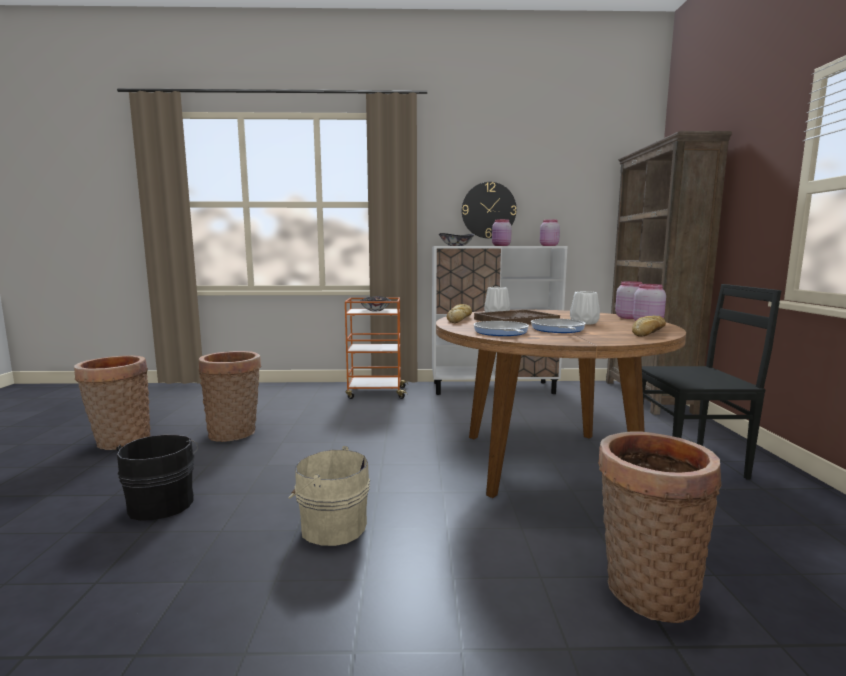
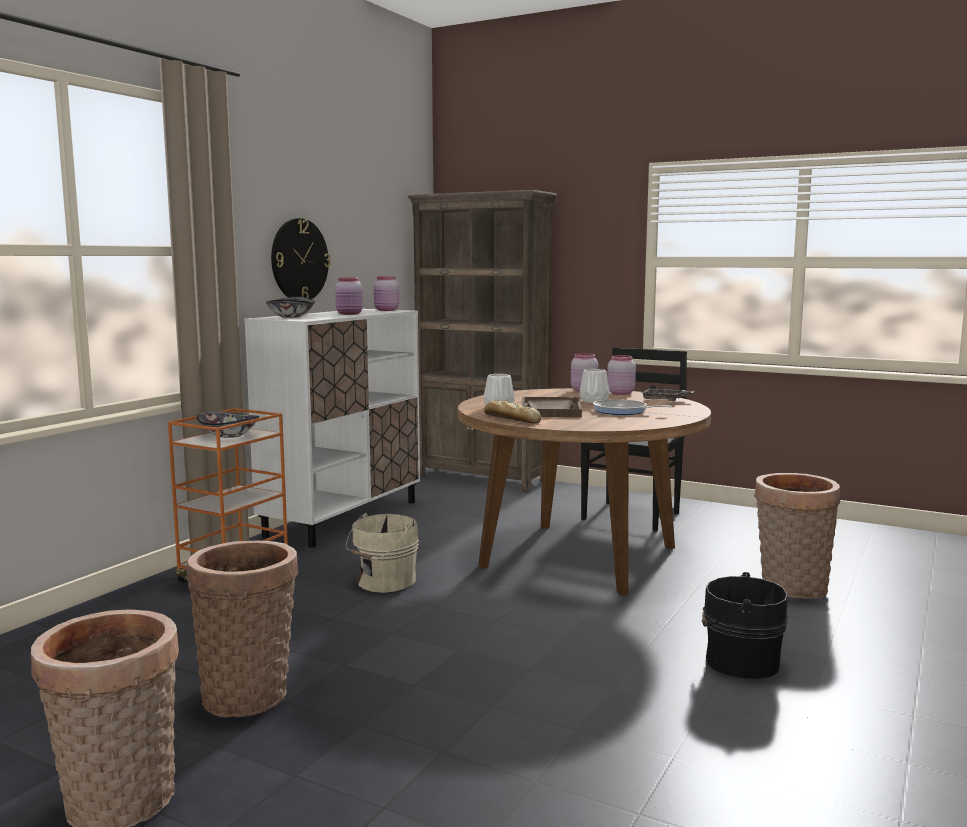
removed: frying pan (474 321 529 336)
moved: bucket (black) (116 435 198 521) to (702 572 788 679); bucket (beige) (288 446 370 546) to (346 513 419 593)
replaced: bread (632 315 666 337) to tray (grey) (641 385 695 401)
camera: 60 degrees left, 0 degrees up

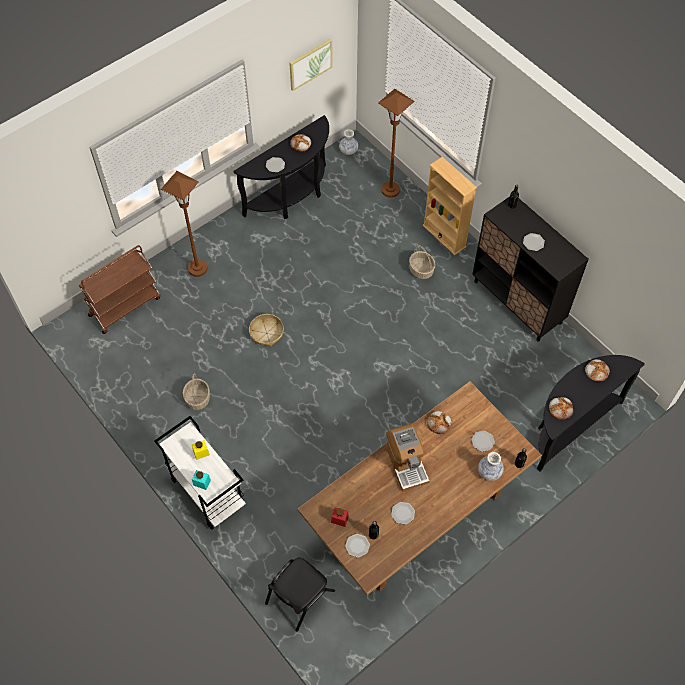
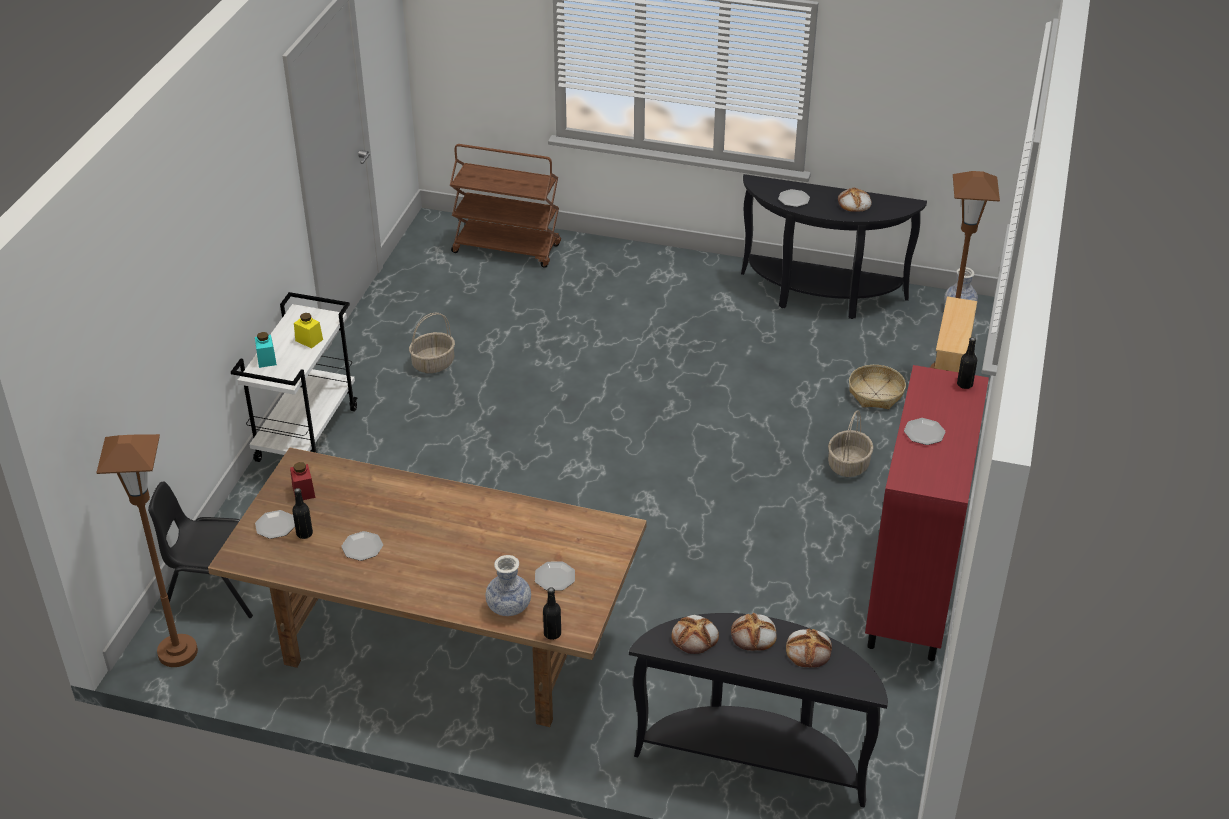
removed: picture (289 38 333 91); coffee machine (386 423 430 491)
moved: floor lamp (brown) (161 171 207 277) to (96 434 198 667); basket (249 314 284 346) to (849 365 906 409); bread (427 411 452 434) to (731 613 776 651)
recoloured: cabinet (black) (472 197 589 342) to cabinet (red) (865 365 989 661)
camera: 55 degrees right, 20 degrees down

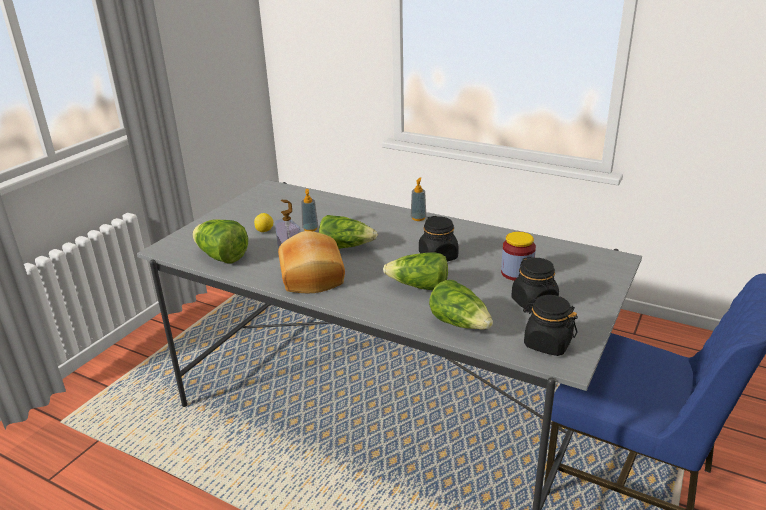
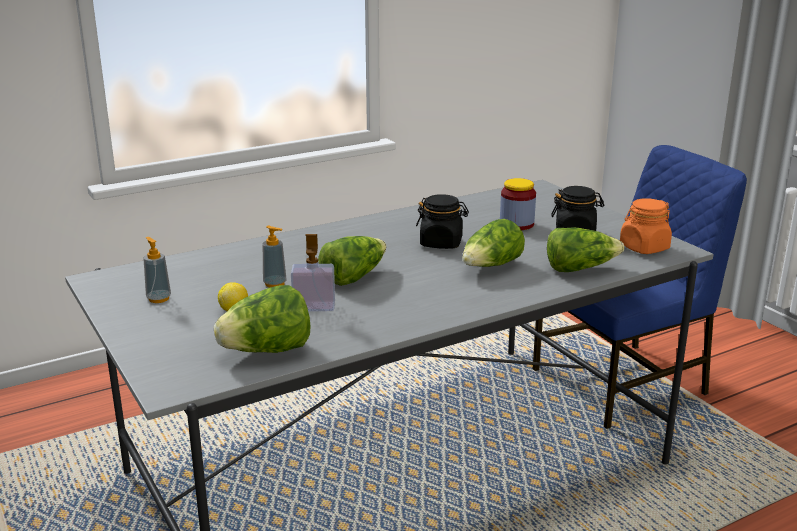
removed: bread (278 231 345 293)
moved: soap dispenser (411 177 426 221) to (143 237 171 303)
recoloured: jar (black) (523 295 578 356) to jar (orange) (620 198 672 254)
camera: 60 degrees left, 5 degrees down

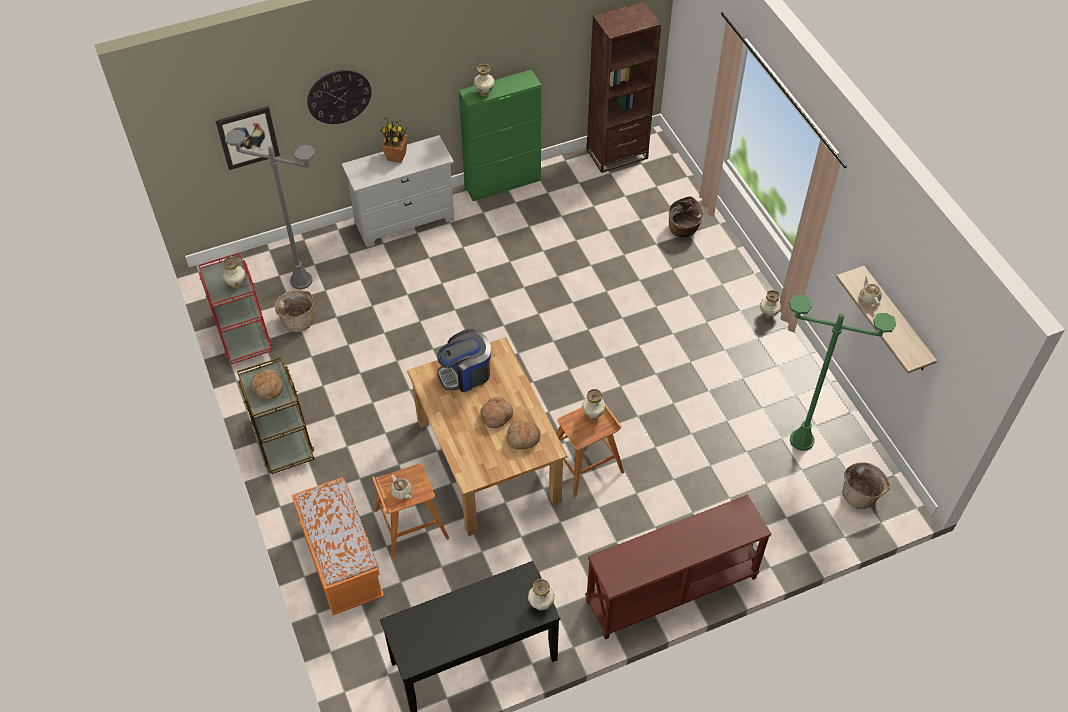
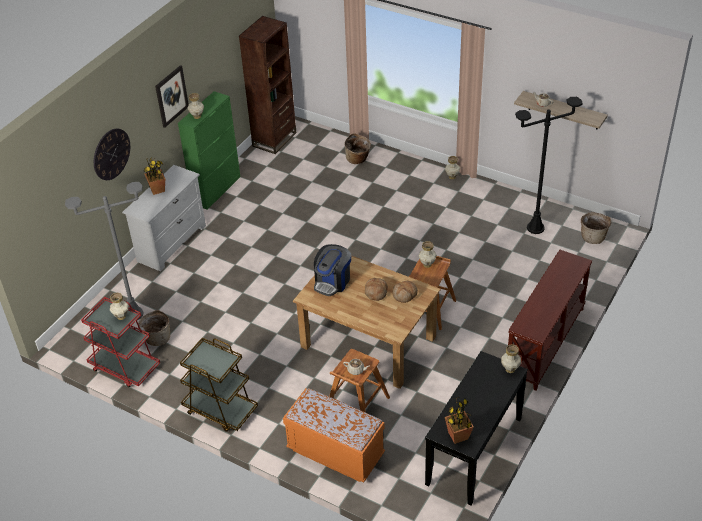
removed: bread (251 369 283 400)
added: potted plant (445 397 474 444)
moved: picture (215 106 280 170) to (155 65 189 128)
recoloured: floor lamp (green) (789 295 896 451) to floor lamp (black) (515 97 583 234)
camera: 35 degrees left, 10 degrees down

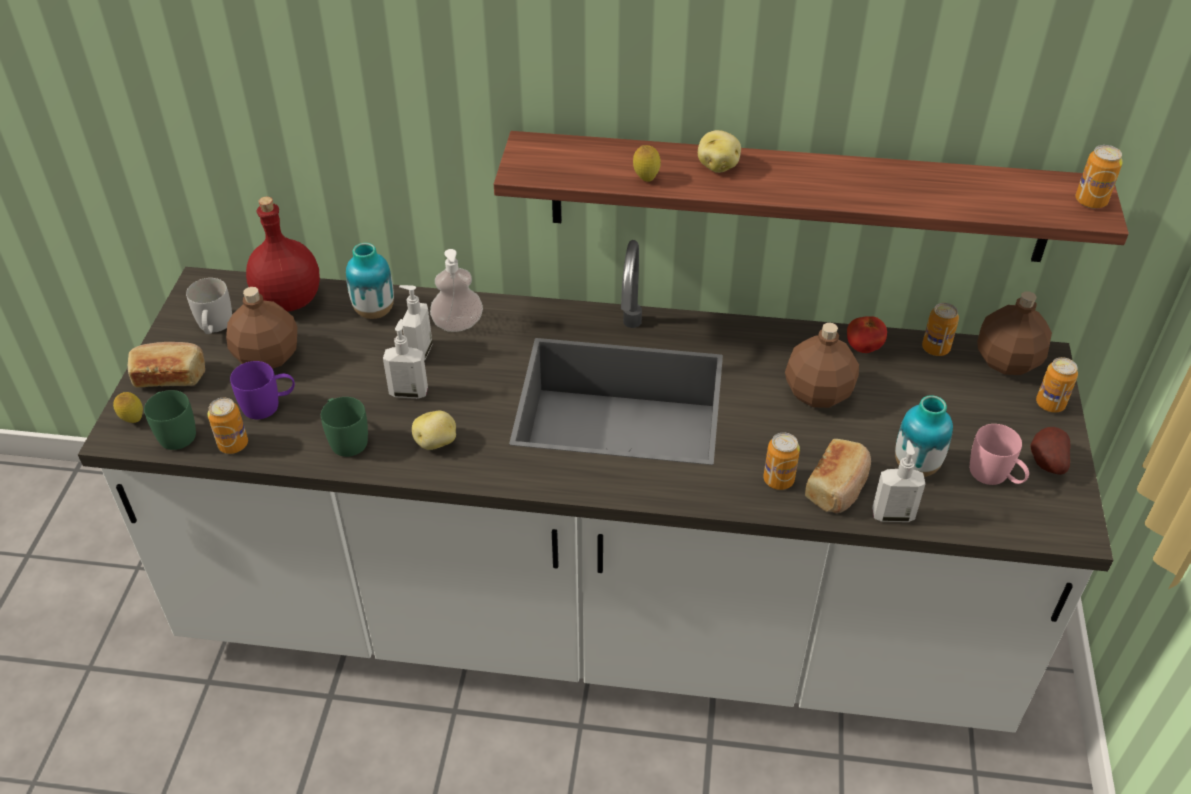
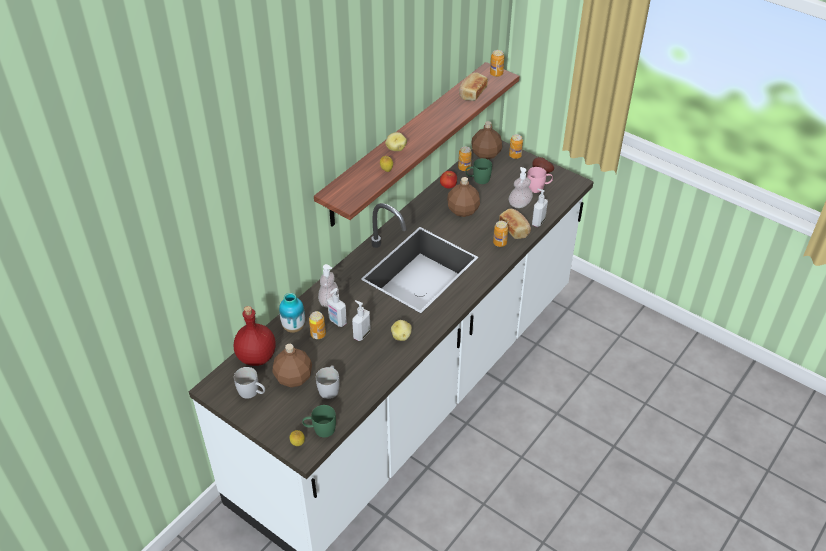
moved: bread (128 342 205 387) to (459 72 488 101); mug (green) (321 397 368 457) to (466 158 492 184); can (208 398 248 454) to (309 311 326 339)
replaced: vase (895 395 953 477) to soap dispenser (508 167 533 208)
recoloured: mug (purple) (230 361 295 419) to mug (white) (316 365 340 399)
camera: 60 degrees left, 0 degrees up

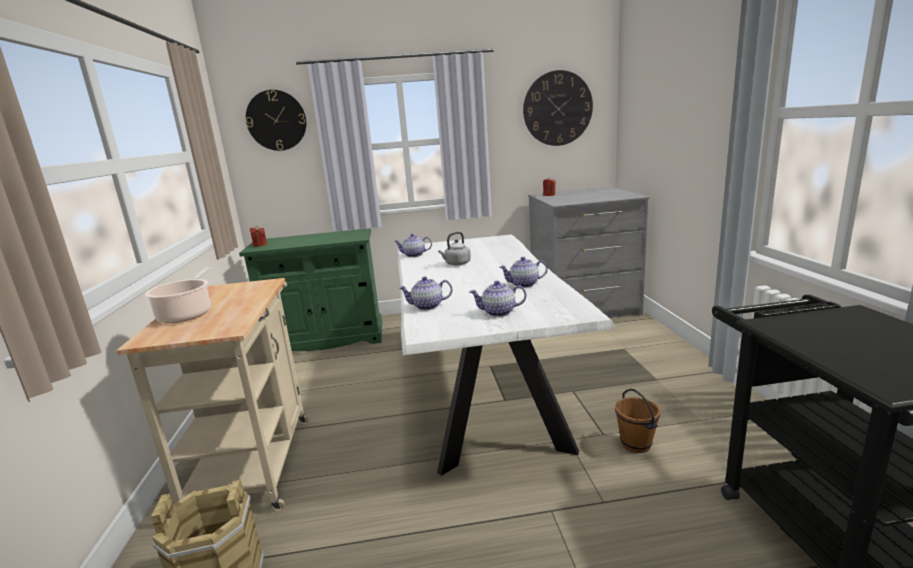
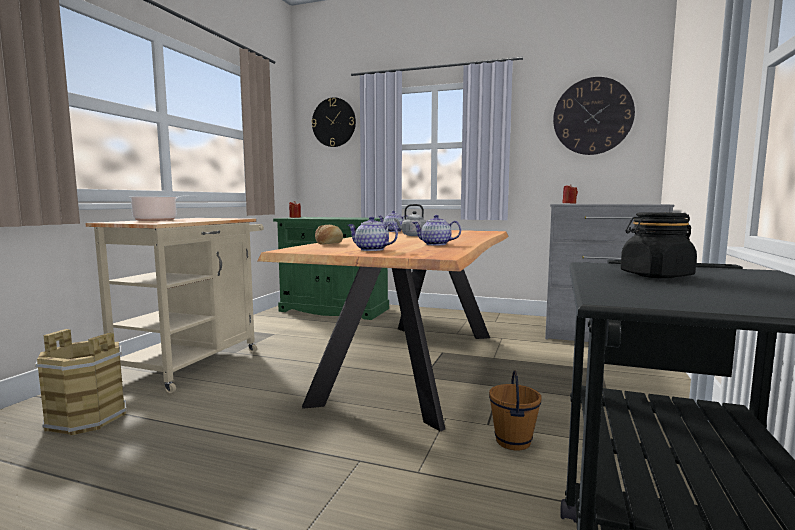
added: jar (black) (621 212 697 278)
replaced: teapot (399 276 452 310) to bread (315 225 343 245)
recoloured: dining table (white) (397 234 616 476) to dining table (brown) (257 230 509 432)
camera: 25 degrees right, 10 degrees down

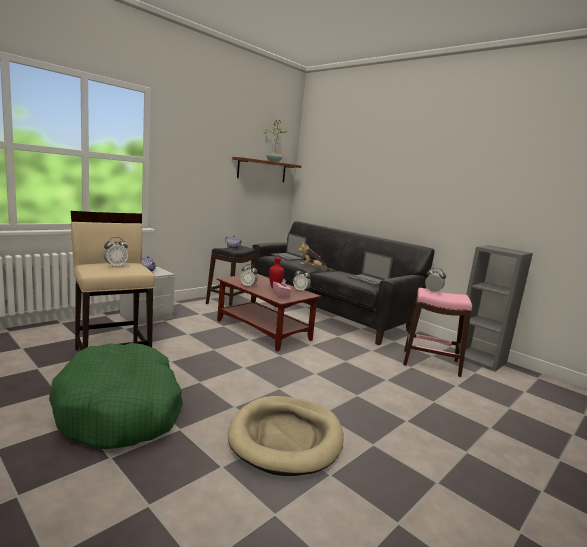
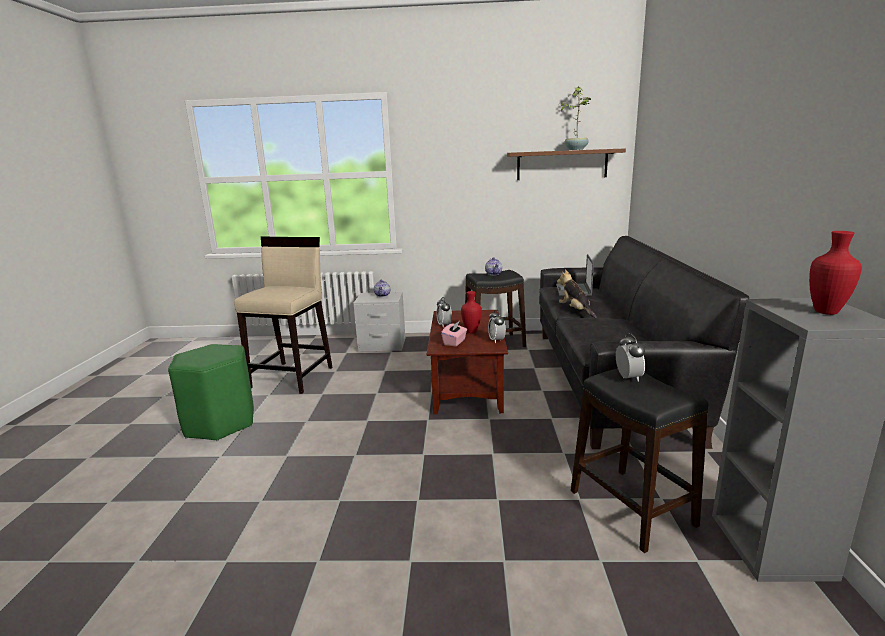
removed: alarm clock (103 237 128 268); laptop (347 251 393 286); dog bed (beige) (228 396 344 476)
added: vase (red) (809 231 862 315)
replaced: dog bed (green) (49 343 183 449) to stool (green) (168 344 254 441)
recoloured: stool (pink) (403 288 472 377) to stool (black) (571 369 709 553)
camera: 50 degrees right, 5 degrees up

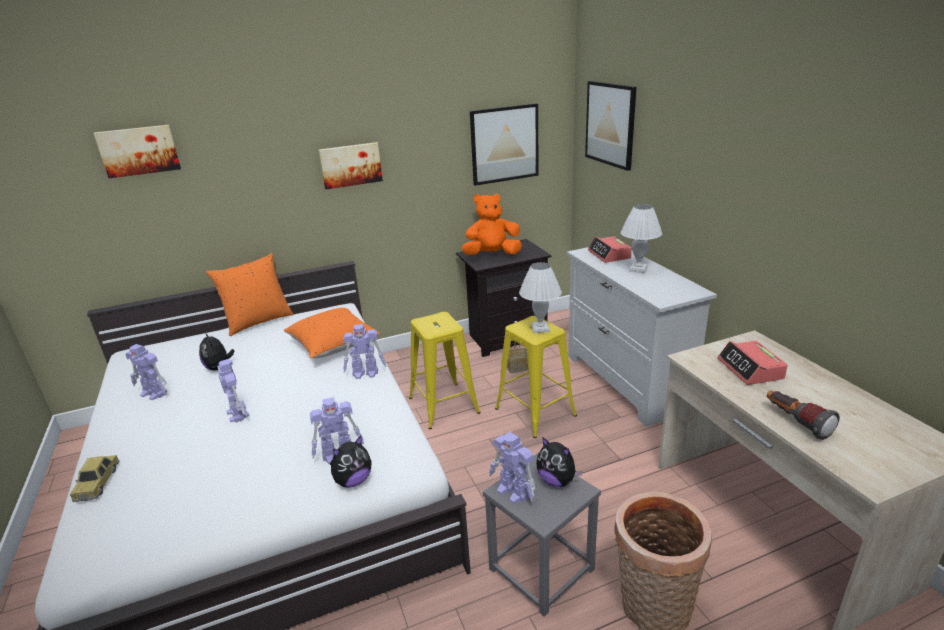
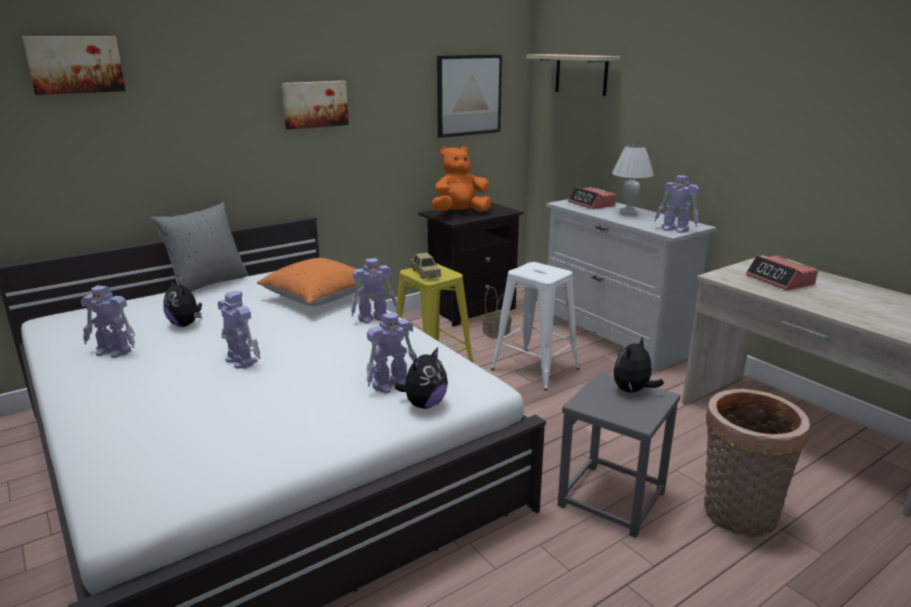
removed: table lamp (white) (519 262 562 333); flashlight (767 391 840 440)
moved: toy robot (489 432 535 504) to (654 175 699 233); toy car (70 455 119 502) to (410 253 441 279)
replaced: picture (585 81 636 171) to shelf (beige) (526 54 620 96)
recoloured: pillow (orange) (206 253 293 336) to pillow (grey) (151 202 249 292); stool (yellow) (495 316 577 438) to stool (white) (491 262 580 390)
turned: plush toy (536 437 583 487) = (614 337 664 393) 105 degrees clockwise
camera: 15 degrees left, 5 degrees down

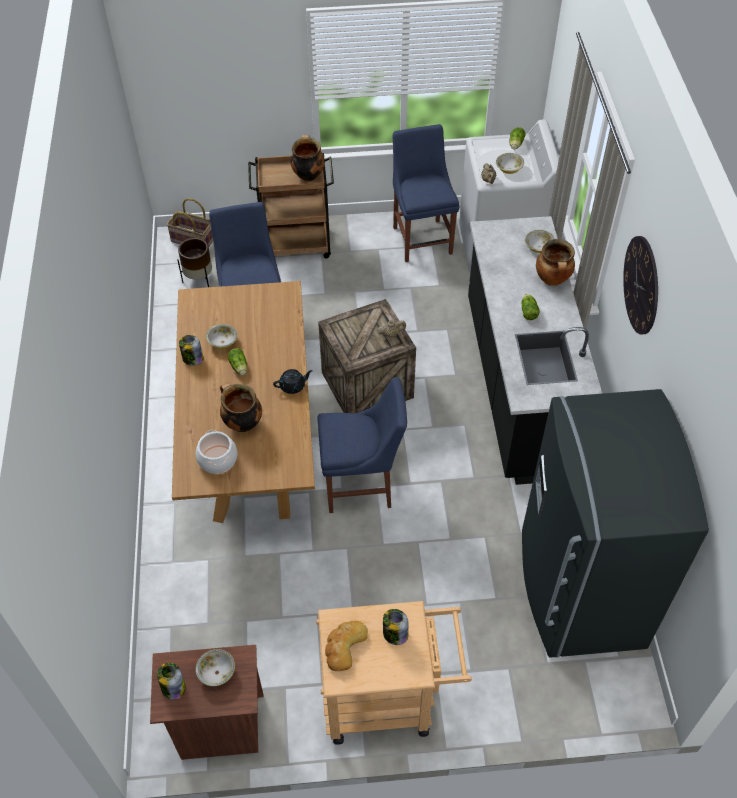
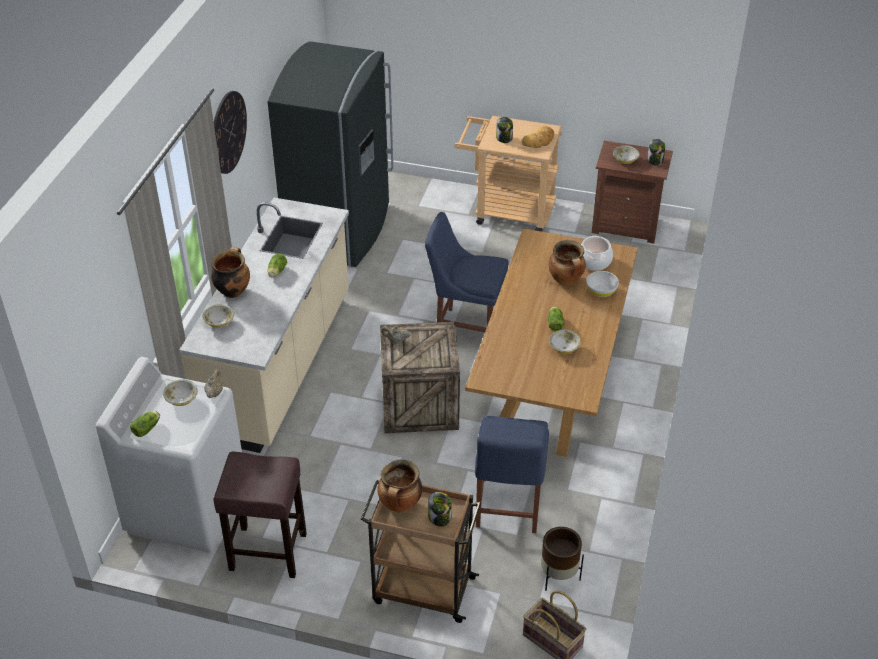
removed: teapot (black) (273 369 313 394)
added: bowl (white) (586 271 619 297)
moved: jar (179 335 203 366) to (428 492 452 526)
replaced: chair (blue) (393 124 459 262) to stool (brown) (213 452 307 578)
recoloured: counter (black) (468 216 602 485) to counter (beige) (179 197 349 453)
camera: 160 degrees left, 10 degrees down

